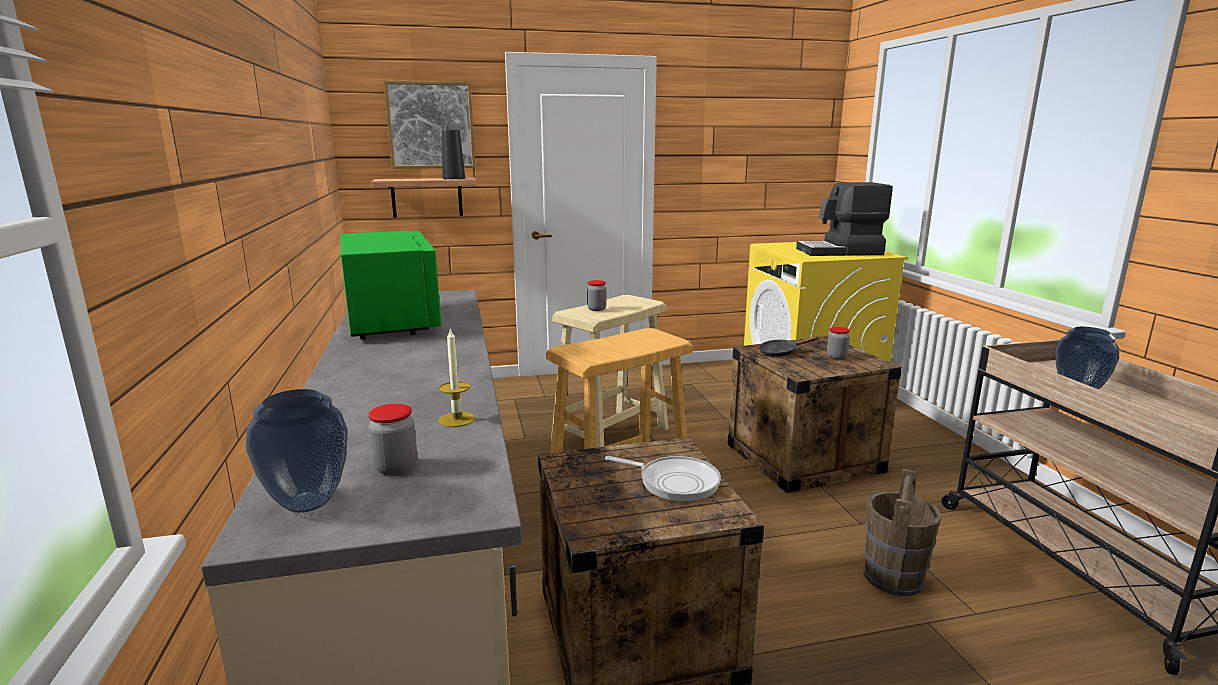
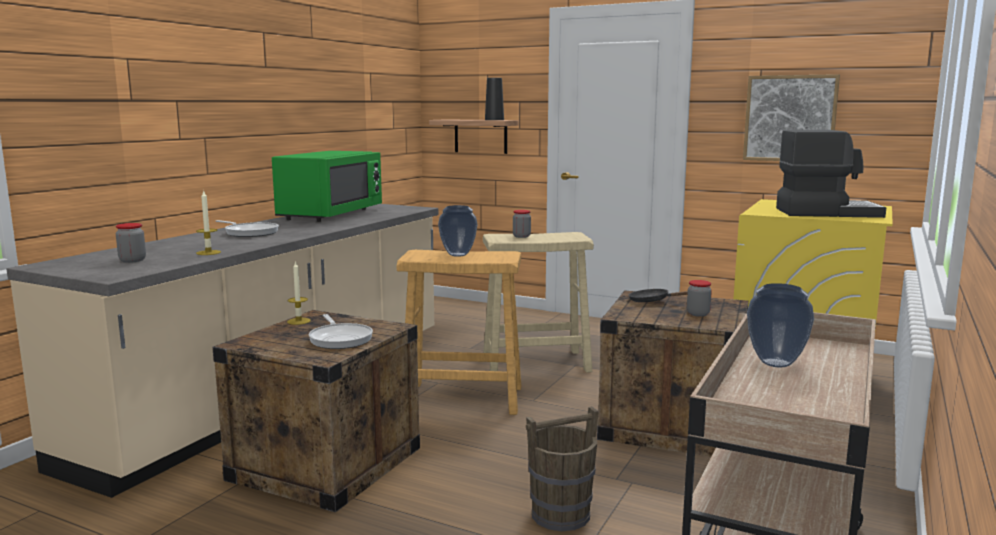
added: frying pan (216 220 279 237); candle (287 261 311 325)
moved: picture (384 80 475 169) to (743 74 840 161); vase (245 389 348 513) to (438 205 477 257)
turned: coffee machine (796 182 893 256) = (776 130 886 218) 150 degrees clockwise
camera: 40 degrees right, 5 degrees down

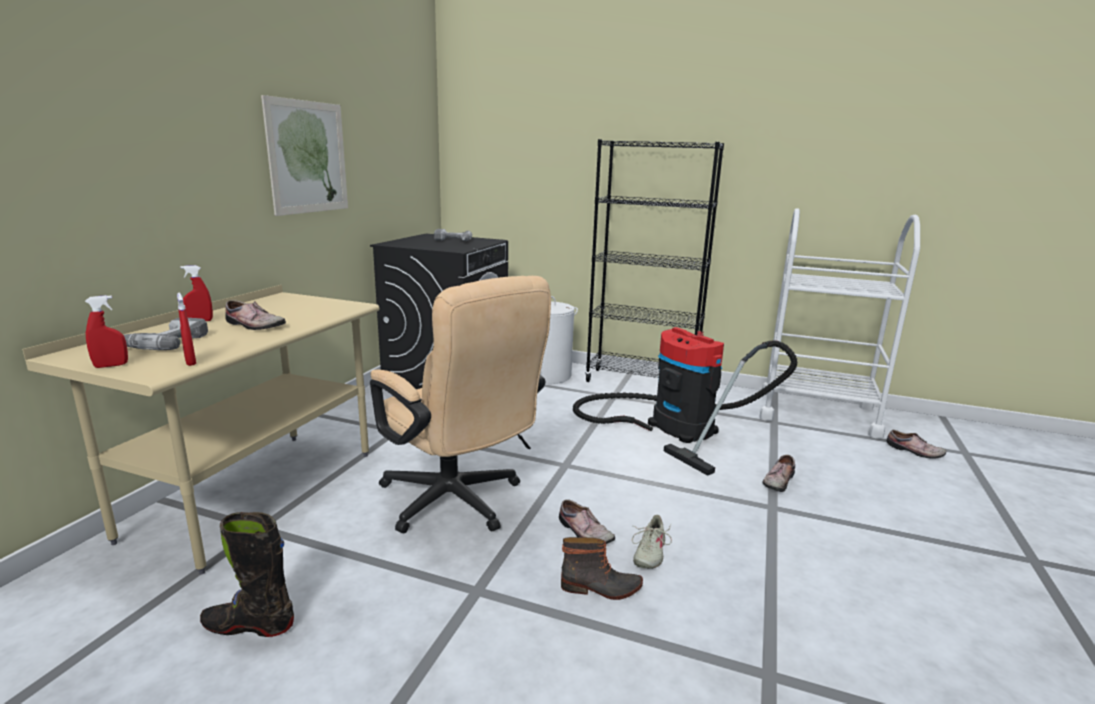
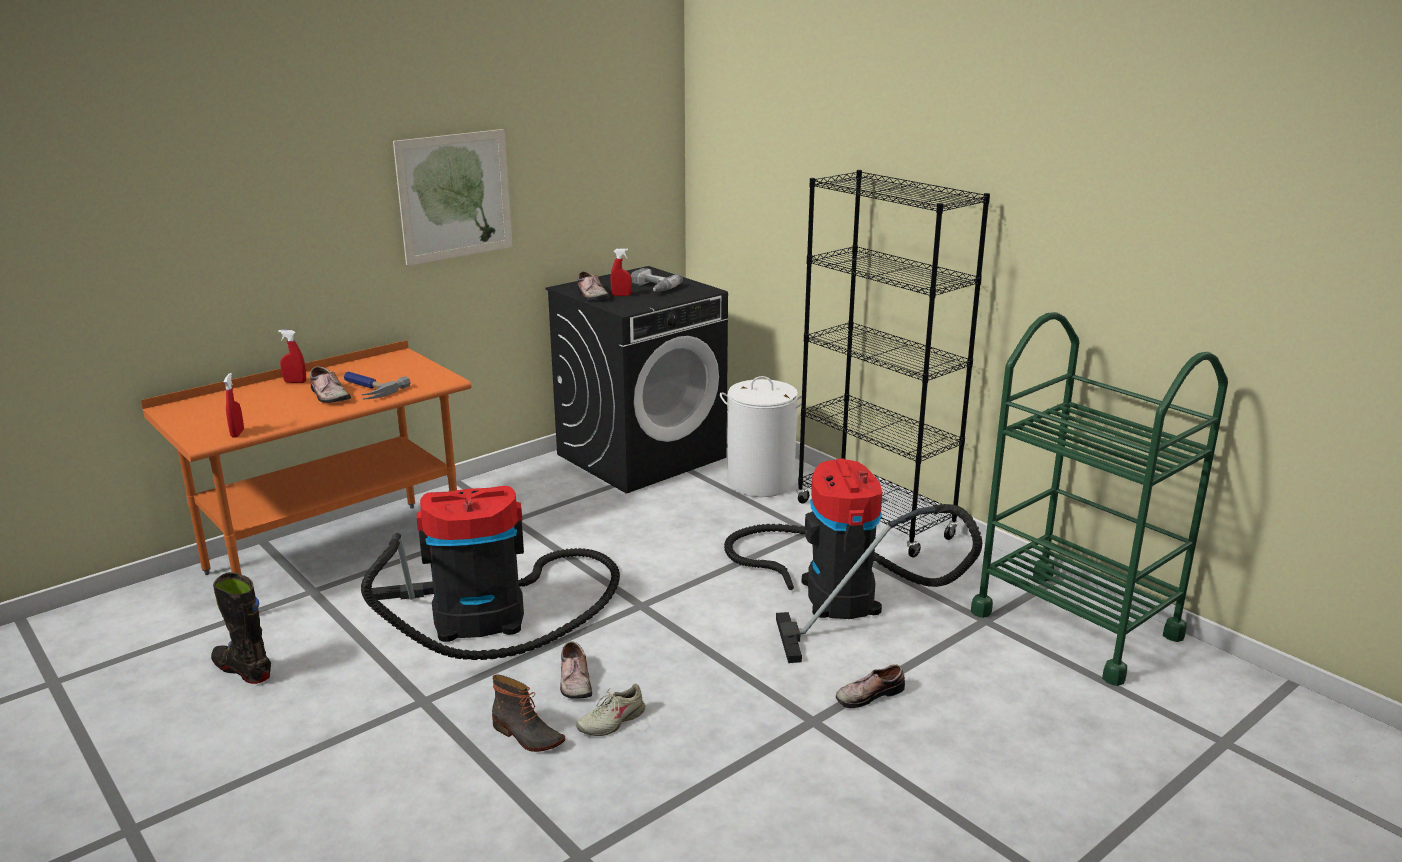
removed: power drill (124 318 208 350)
added: hammer (344 371 411 399)
moved: spray bottle (red) (85 295 128 368) to (611 248 632 296); shoe (887 430 946 459) to (577 271 610 300)
replaced: office chair (beige) (370 276 551 534) to vacuum cleaner (361 486 620 660)
recoloured: cart (white) (759 208 920 439) to cart (green) (971 312 1228 686); desk (beige) (22 285 380 575) to desk (orange) (141 340 471 575)
camera: 30 degrees right, 5 degrees up

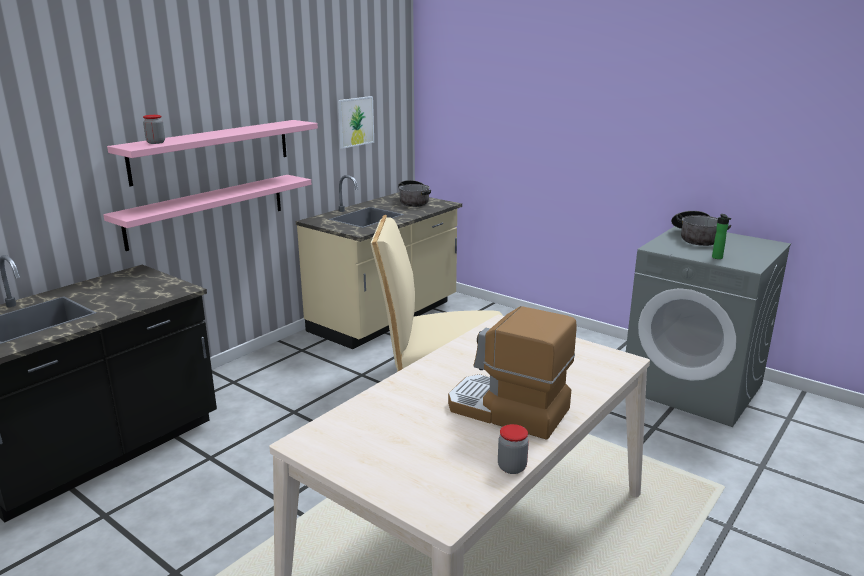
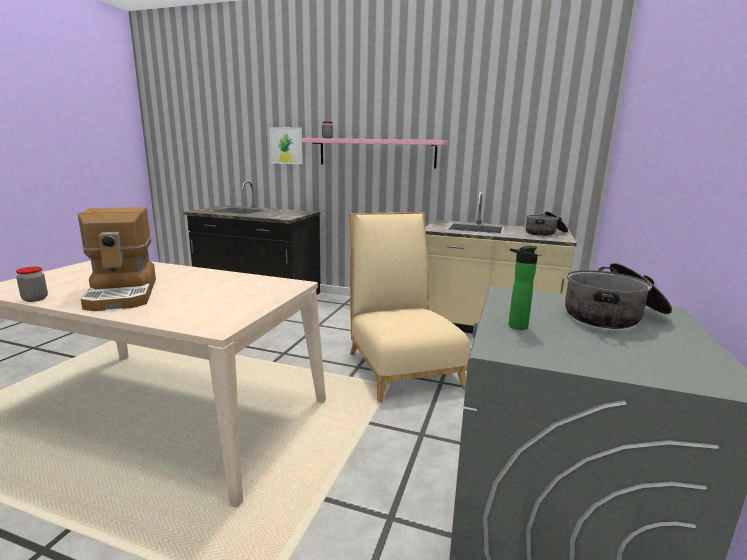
removed: shelf (pink) (103 175 311 251)
moved: picture (338 96 374 149) to (269 127 303 164)
turned: coffee machine (448 306 577 440) = (78 207 156 311) 150 degrees clockwise
camera: 70 degrees right, 5 degrees down

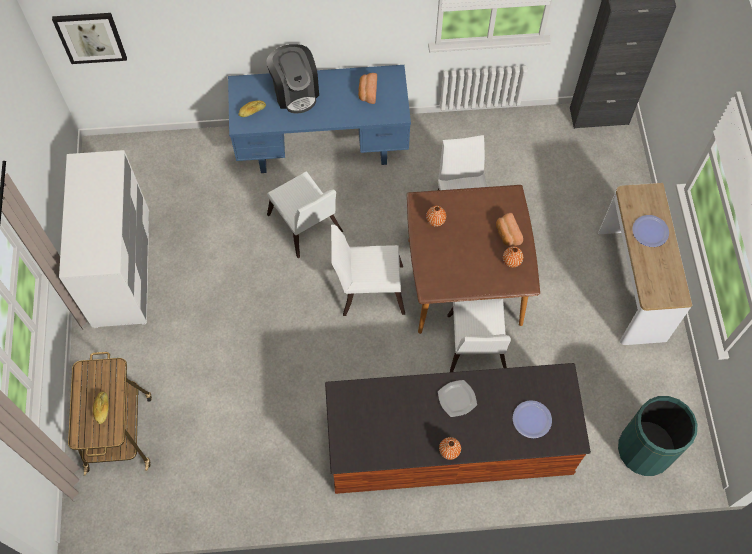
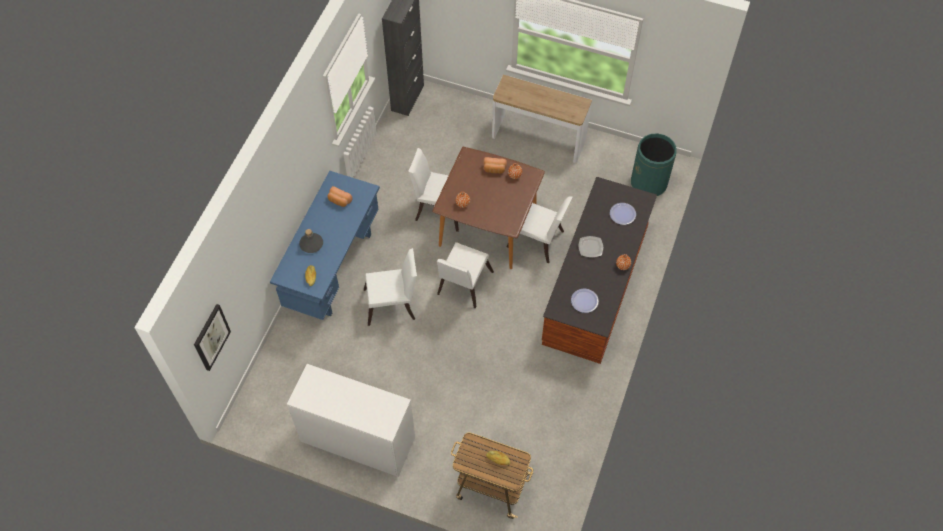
moved: plate (632 215 669 247) to (571 289 599 313)
replaced: coffee machine (266 44 319 113) to bottle (grey) (299 229 323 253)
camera: 65 degrees left, 5 degrees down

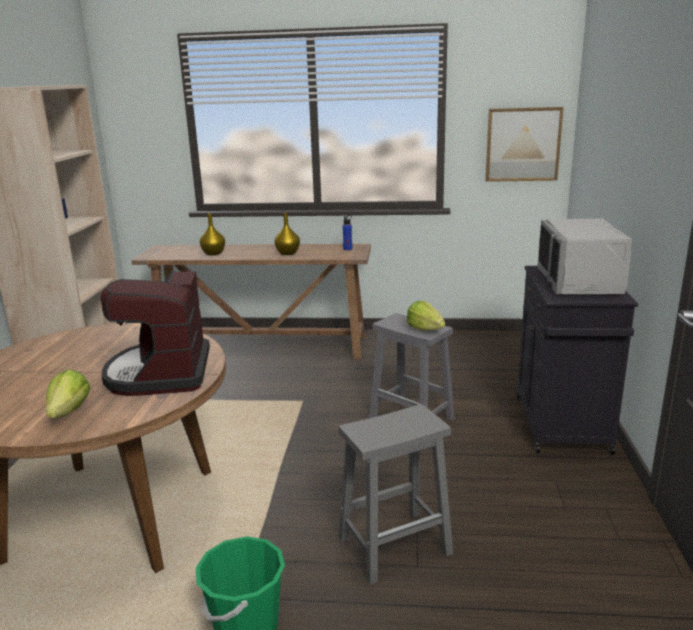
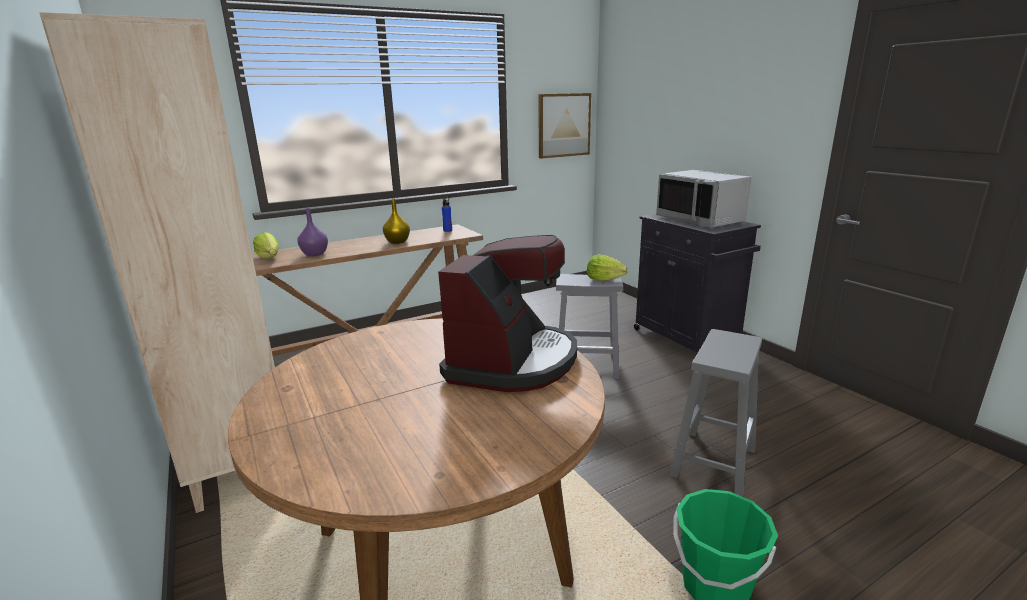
moved: lettuce (46 369 90 419) to (253 232 279 259)
recoloured: vase (yellow) (200 213 225 256) to vase (purple) (297 208 328 256)
turned: coffee machine (100 271 210 396) = (438 235 577 392) 120 degrees counterclockwise
camera: 35 degrees left, 0 degrees up

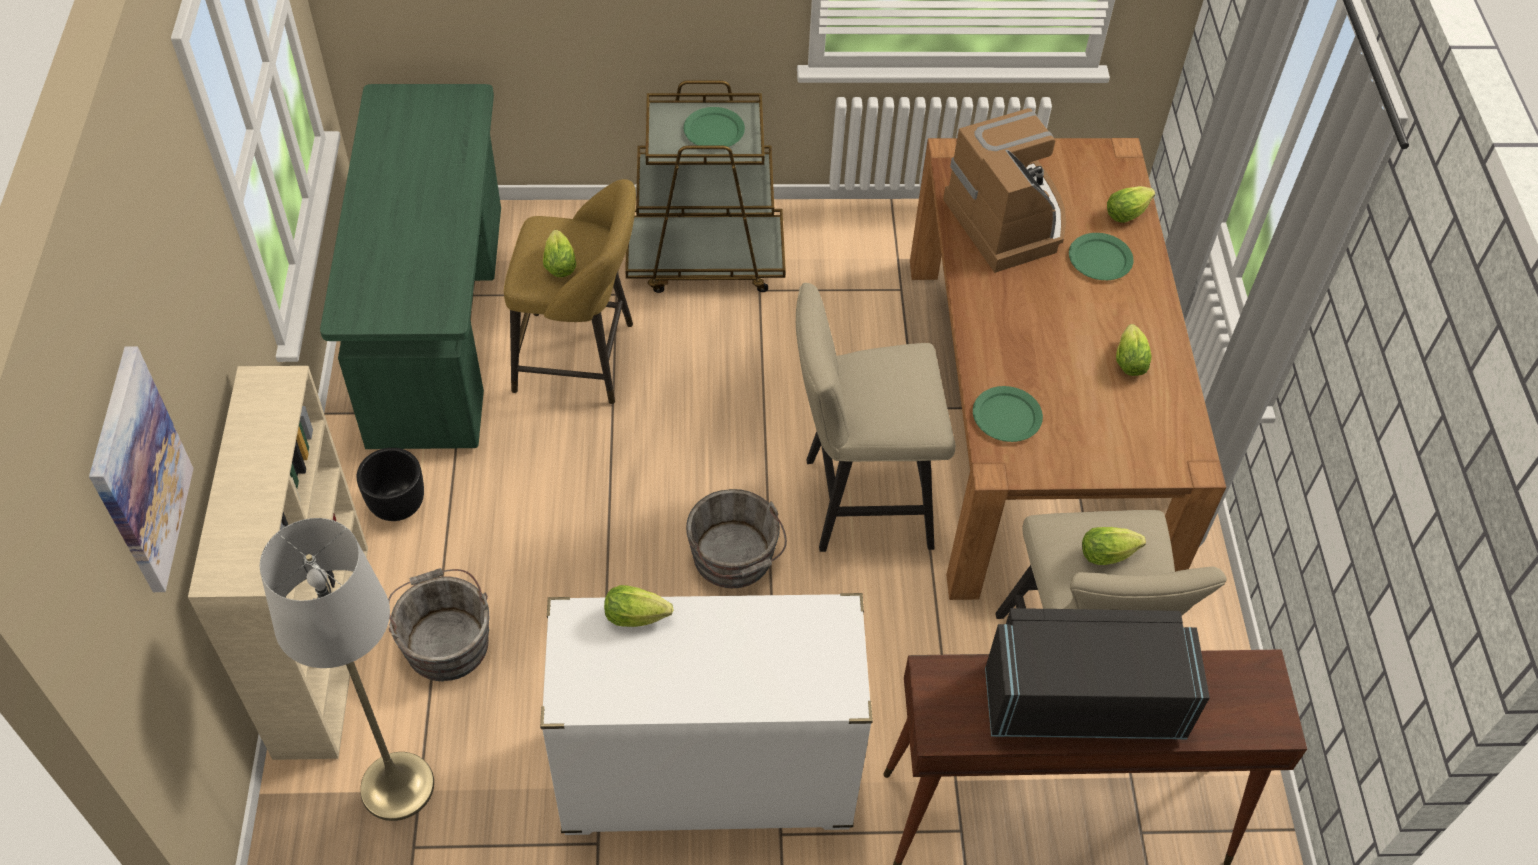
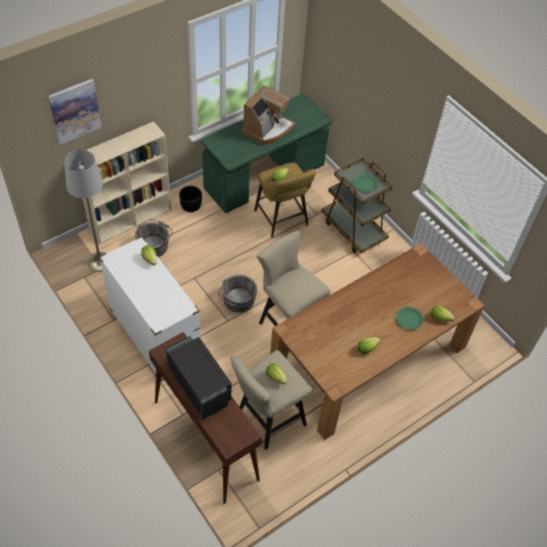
removed: plate (green) (973 386 1043 442)
moved: coffee machine (943 108 1066 273) to (241 85 296 145)
camera: 55 degrees right, 0 degrees up

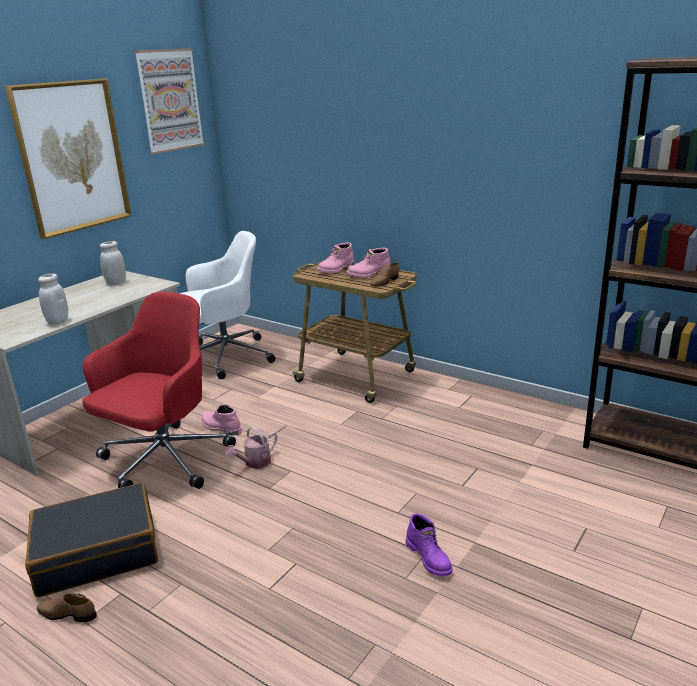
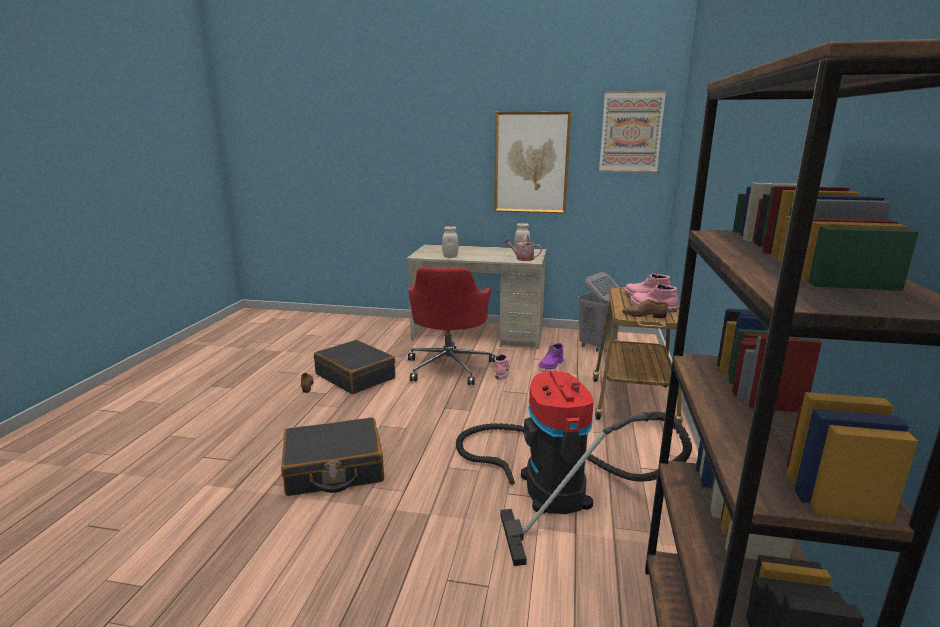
added: vacuum cleaner (456 370 692 566); suitcase (black) (281 417 384 496)
moved: watering can (225 426 277 469) to (504 234 542 261); boot (purple) (406 514 453 576) to (538 343 563 369)
replaced: office chair (white) (179 231 276 379) to laundry basket (grey) (578 272 623 352)
turned: office chair (red) (82 292 236 489) = (408 267 495 385) 90 degrees clockwise
camera: 65 degrees right, 5 degrees down

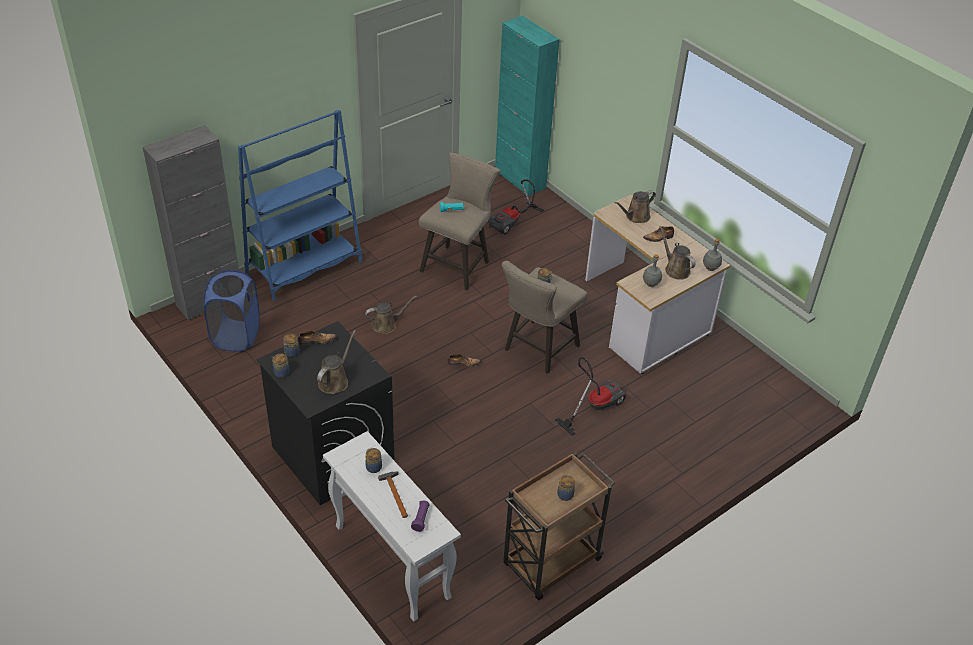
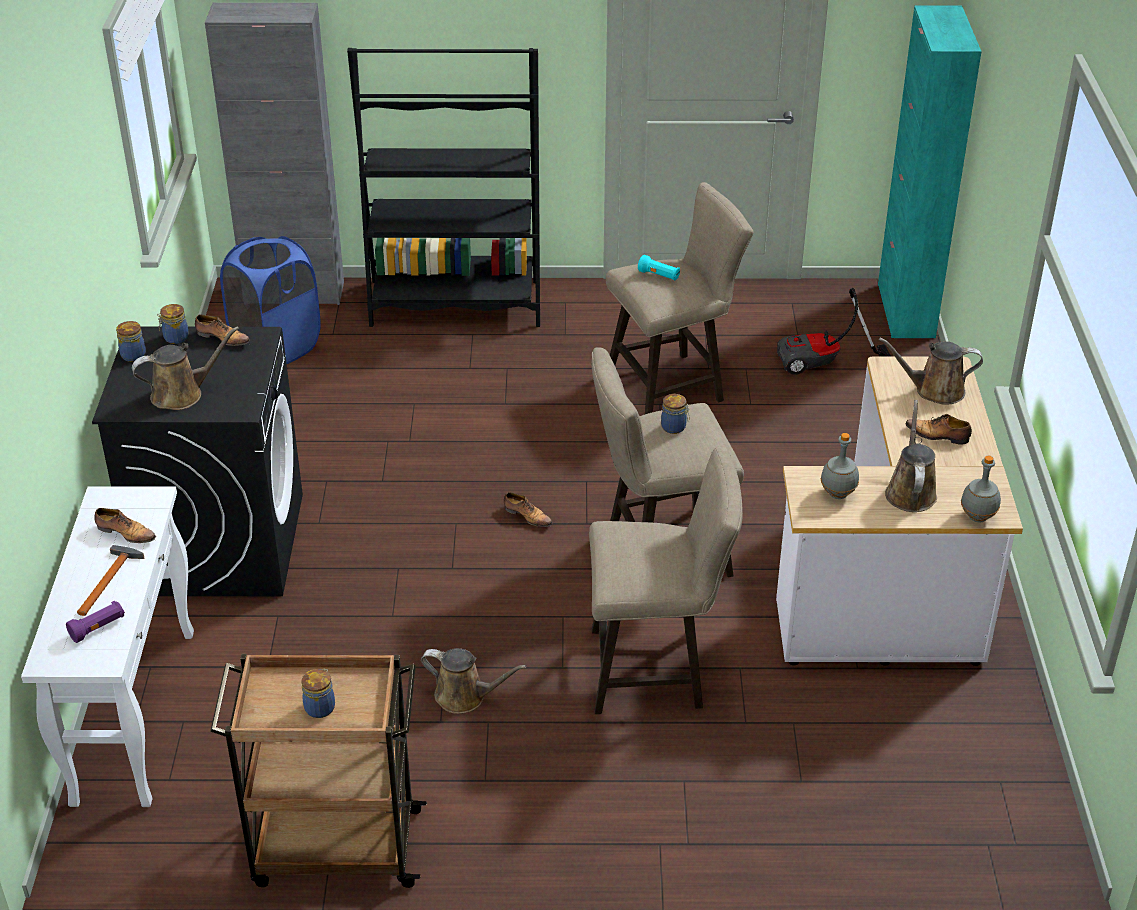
moved: watering can (brown) (365 296 417 334) to (421 648 527 714)
replaced: vacuum cleaner (555 357 626 436) to stool (beige) (589 446 743 714); jar (365 448 382 473) to shoe (94 508 156 543)
recoloured: bookcase (blue) (238 110 362 302) to bookcase (black) (347 48 540 327)
camera: 40 degrees right, 5 degrees down

